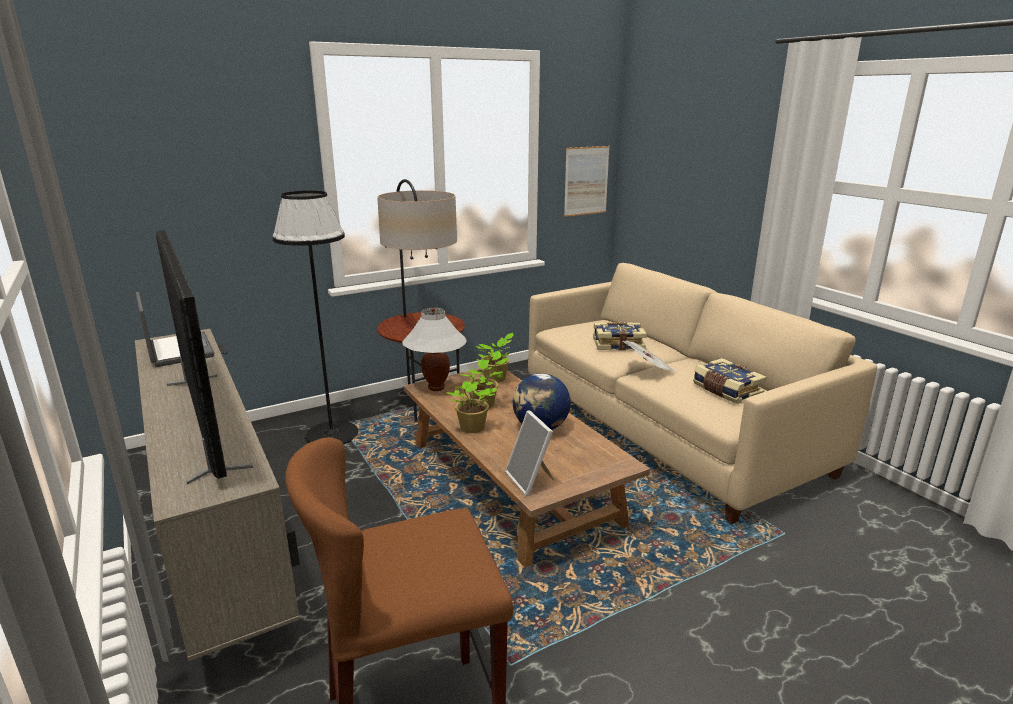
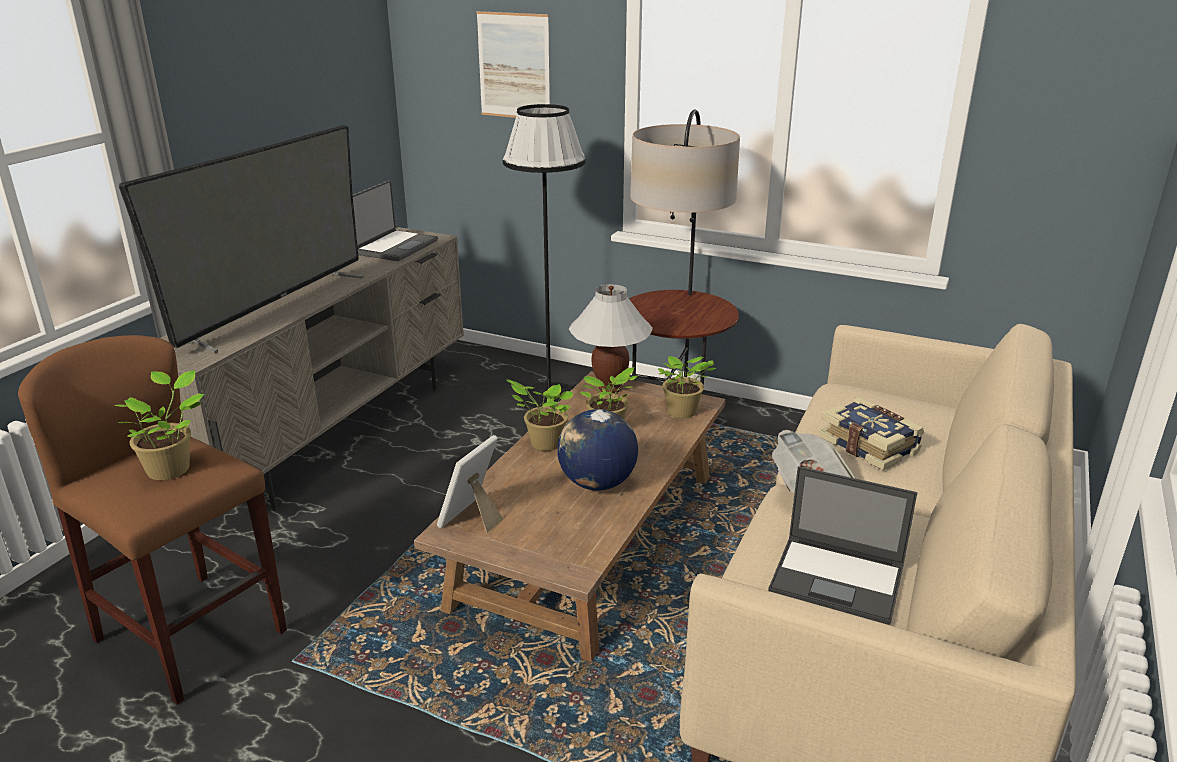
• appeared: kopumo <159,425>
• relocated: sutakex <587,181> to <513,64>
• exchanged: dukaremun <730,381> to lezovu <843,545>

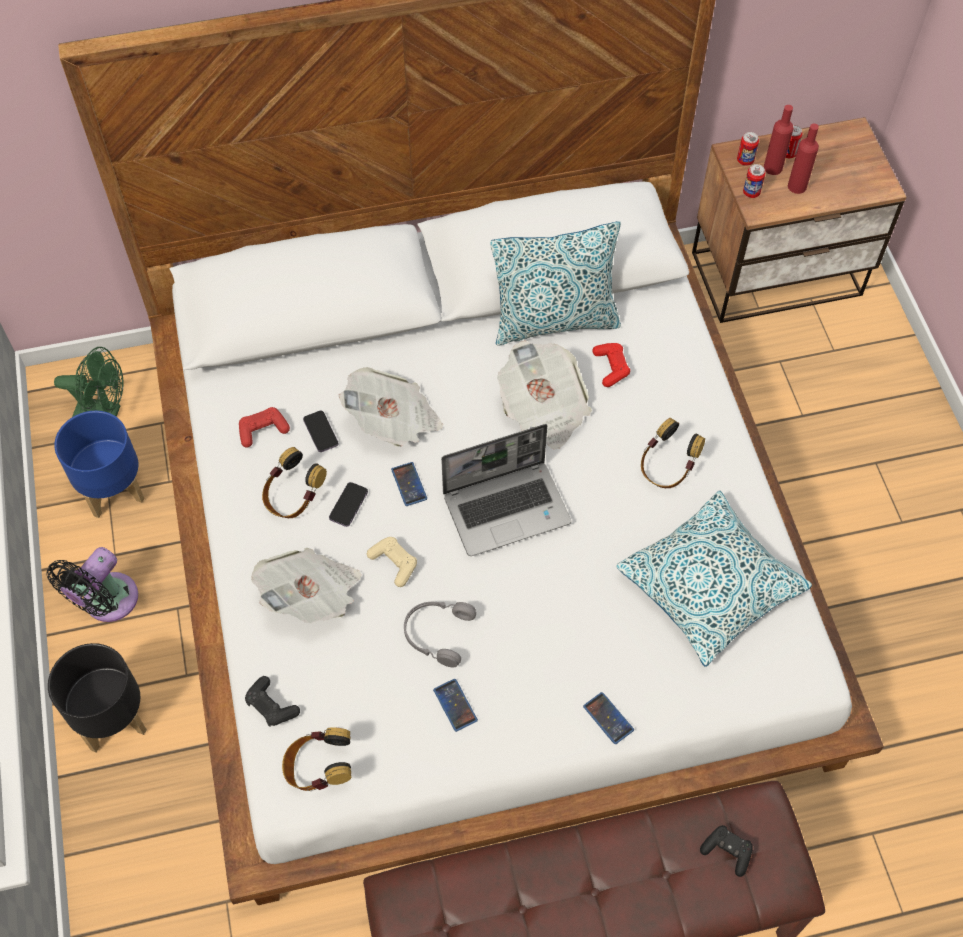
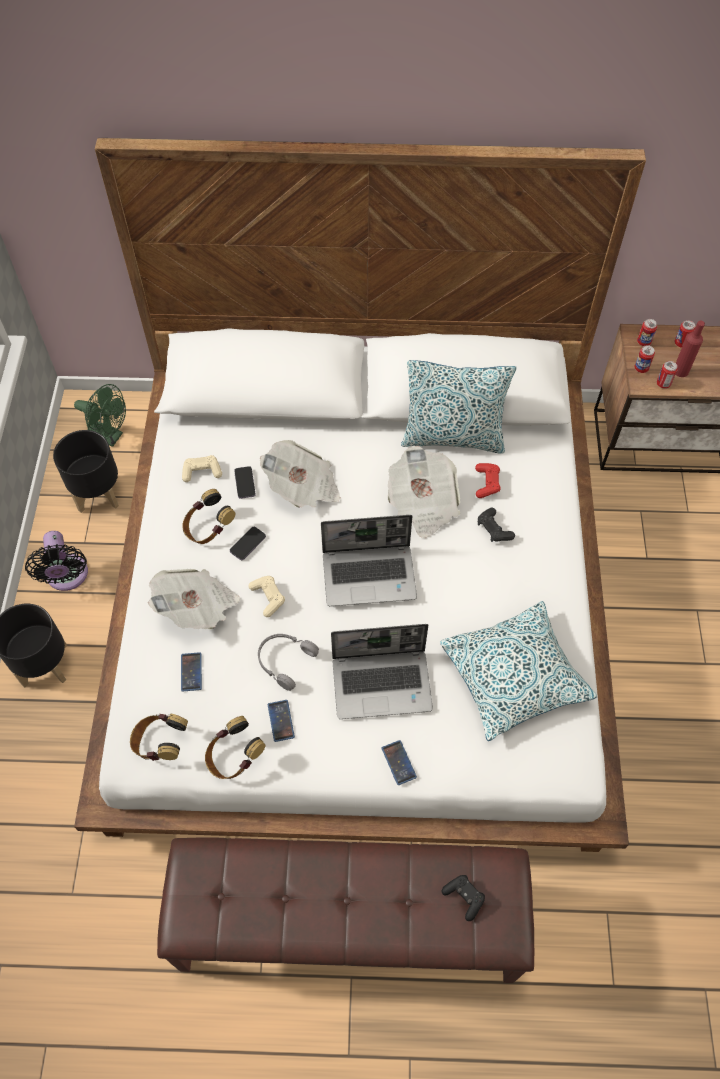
• spun: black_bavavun <92,584> = <56,561> 60 degrees counterclockwise
• colour: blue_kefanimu <99,464> to black_kefanimu <86,471>
• relocated: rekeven <409,484> to <191,672>
• colour: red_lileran <264,427> to beige_lileran <202,468>
• relocated: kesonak <673,453> to <235,747>
• appeared: lezovu <382,671>
• relocated: black_lileran <272,701> to <496,525>
• appeared: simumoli <667,375>
• missing: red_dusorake <779,140>

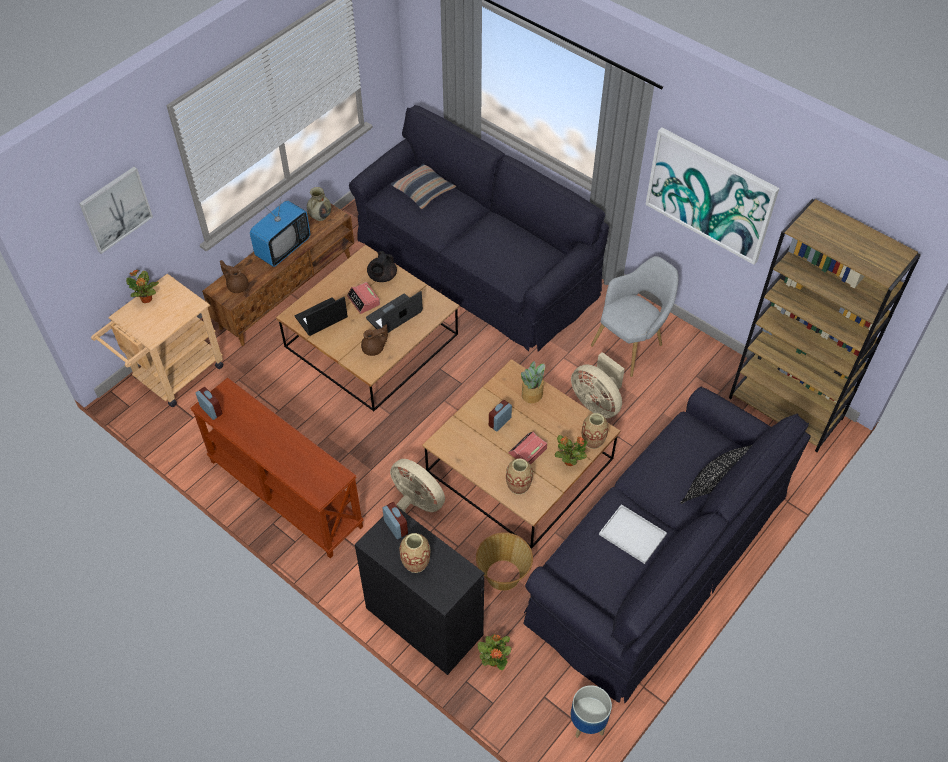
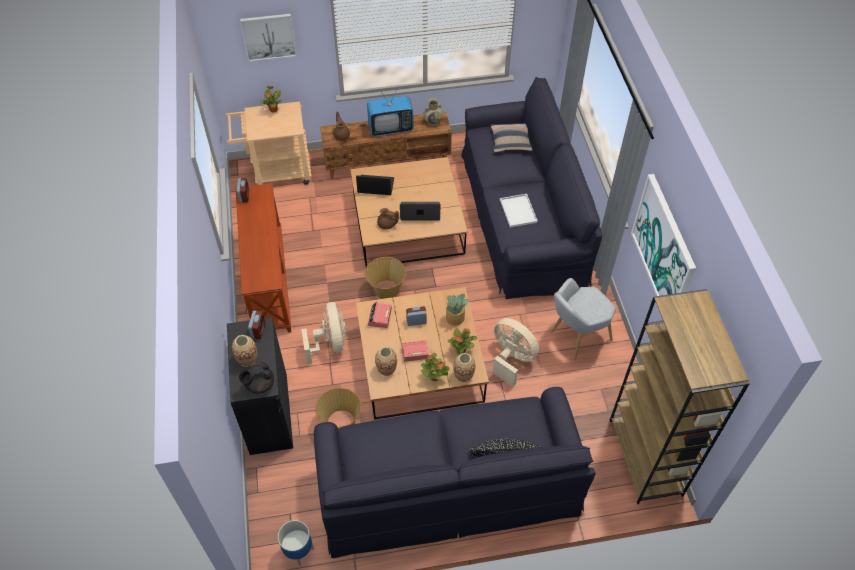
• relocated: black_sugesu <382,266> to <256,378>
• appeared: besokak <385,278>
• relocated: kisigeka <363,298> to <380,314>
• relocated: kopumo <495,652> to <462,341>
• spun: beige_bavavun <598,385> = <516,352> 135 degrees clockwise
• relocated: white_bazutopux <633,534> to <519,211>
• spun: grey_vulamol <634,316> = <583,319> 150 degrees clockwise

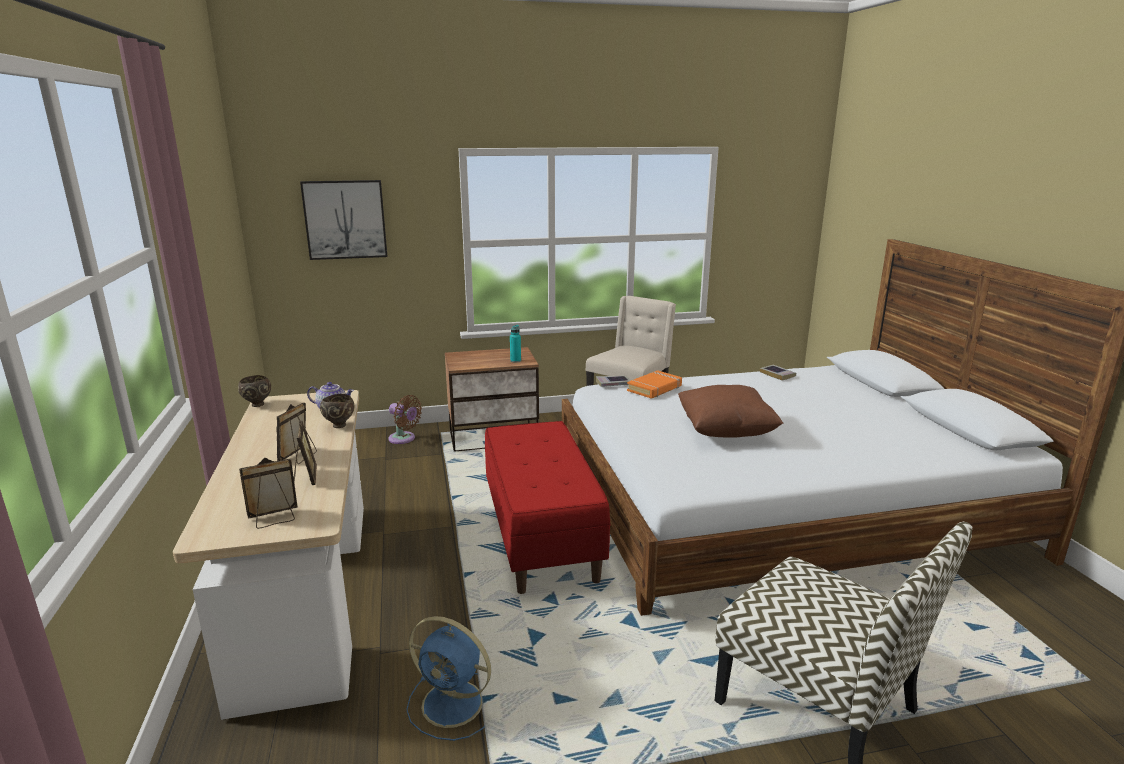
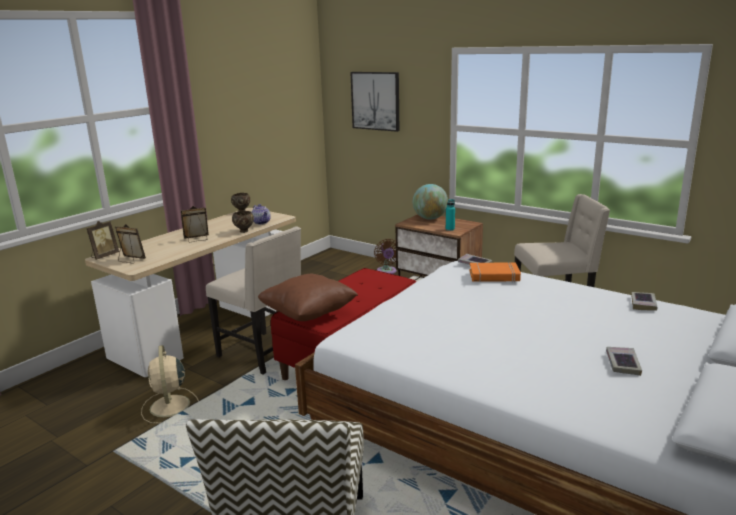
• relocated: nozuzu <305,453> to <103,240>
• colour: blue_bavavun <448,678> to beige_bavavun <170,384>
• appeared: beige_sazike <253,300>
• relocated: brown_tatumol <731,411> to <308,297>
• appeared: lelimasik <430,202>
• appeared: dukaremun <624,361>

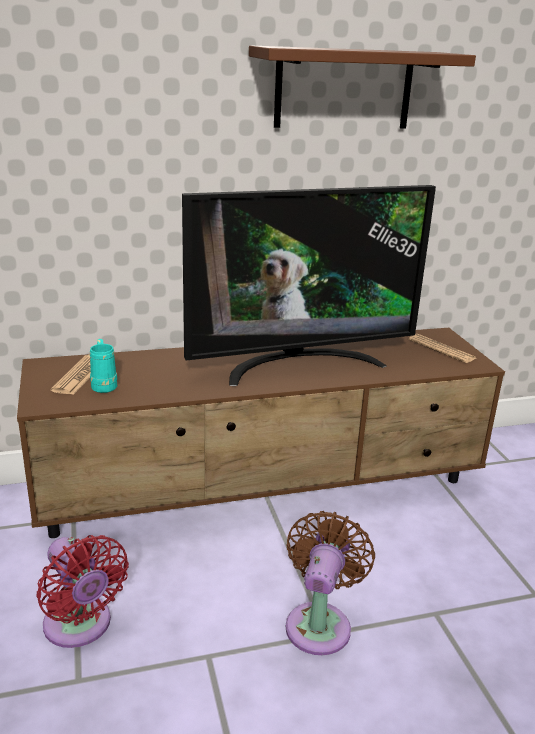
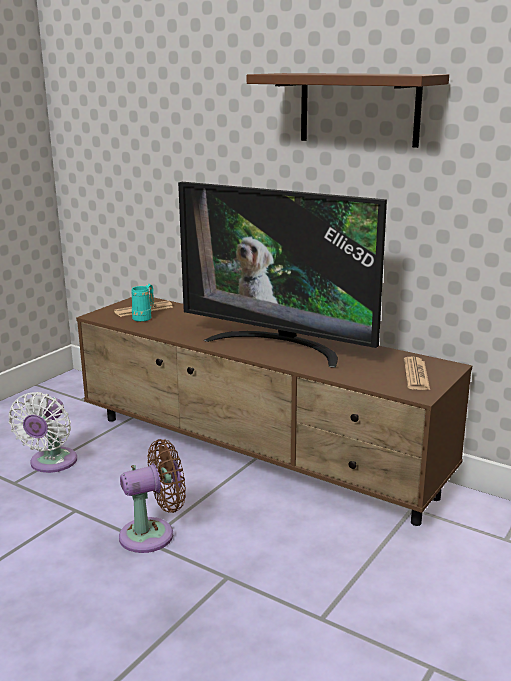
• colour: red_bavavun <83,591> to white_bavavun <42,432>

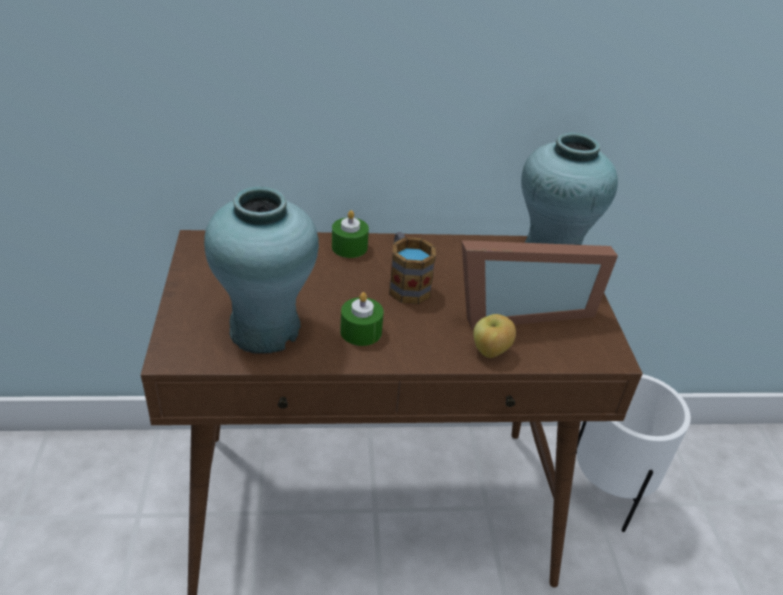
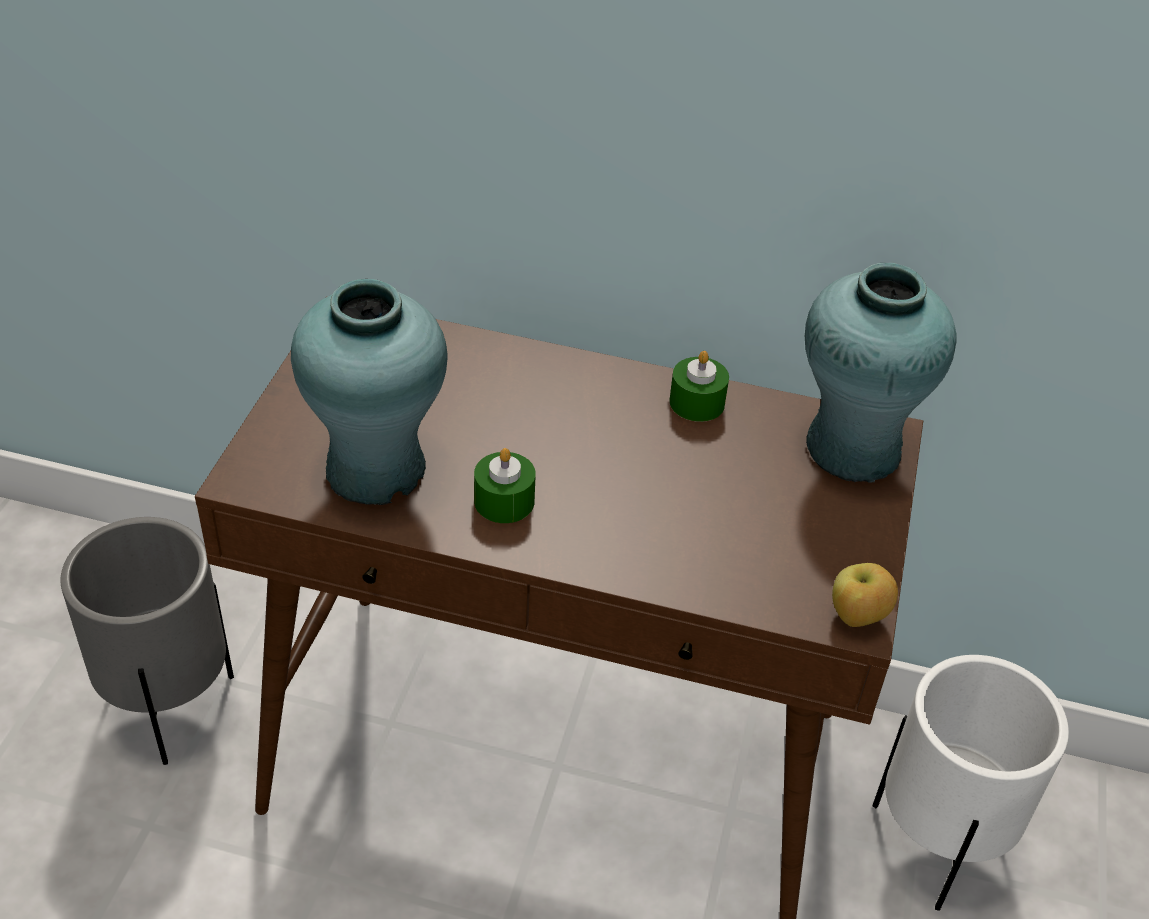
• appeared: grey_kefanimu <147,641>
• relocated: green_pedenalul <350,234> to <699,386>
• relocated: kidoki <494,336> to <865,595>
• missing: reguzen <412,268>
• missing: nozuzu <539,284>

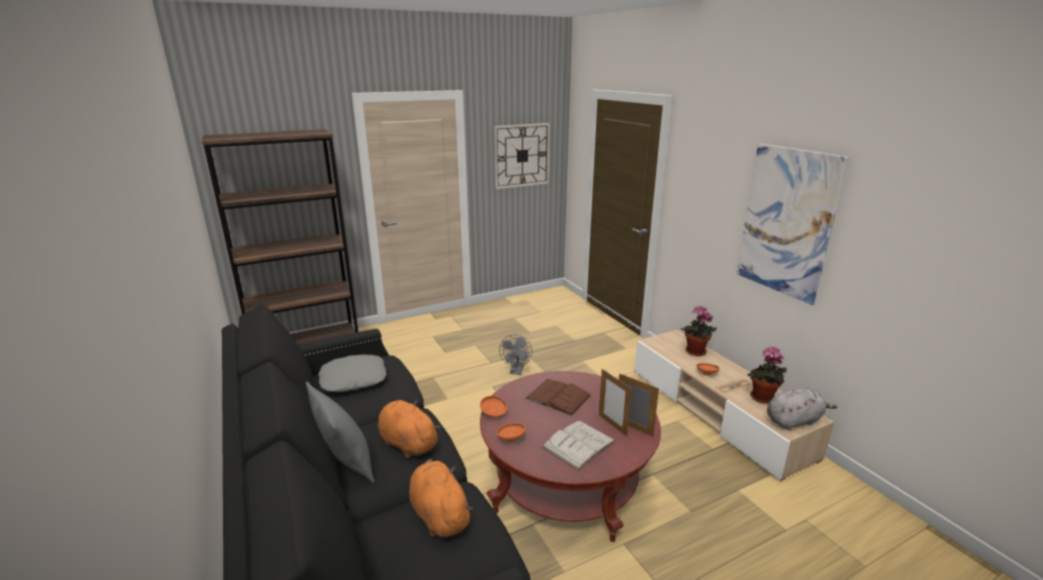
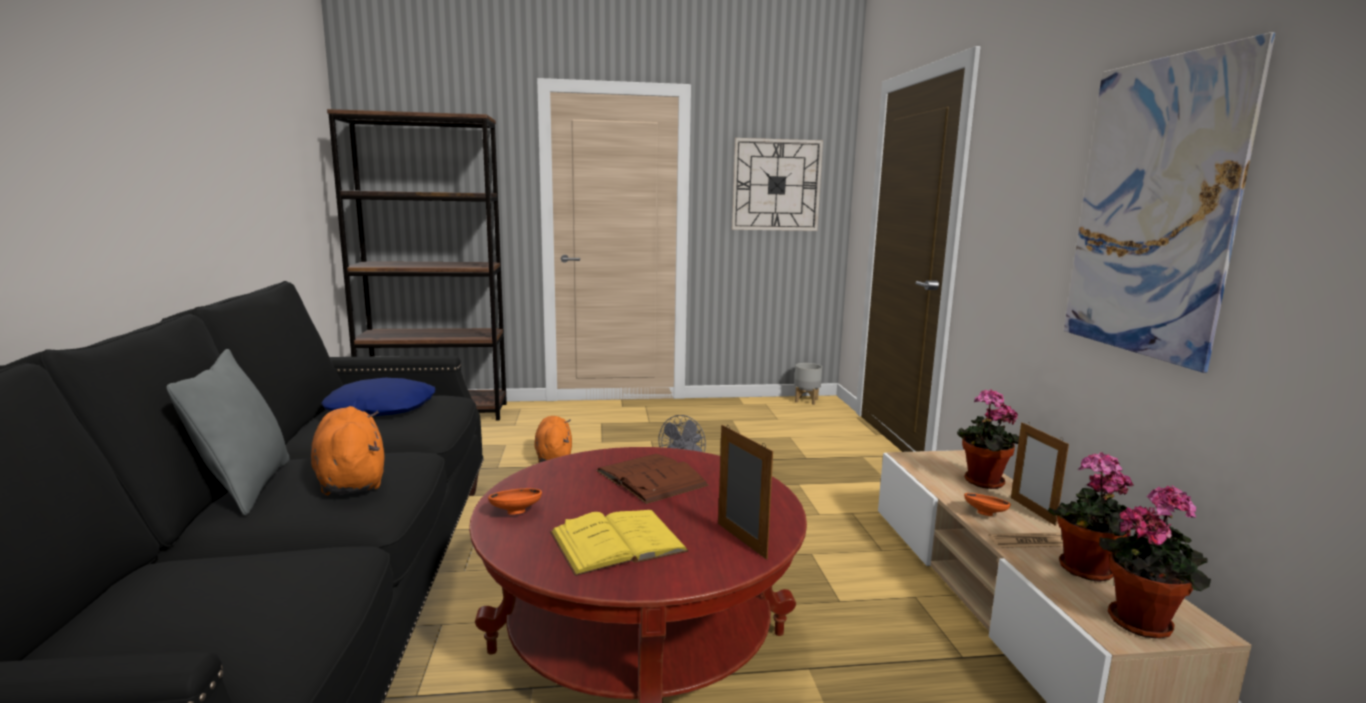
• colour: grey_tatumol <352,373> to blue_tatumol <378,396>
• relocated: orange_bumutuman <441,498> to <553,439>
• colour: white_dukaremun <579,445> to yellow_dukaremun <619,543>
• appeared: grey_kefanimu <808,384>
• relocated: nozuzu <615,403> to <1040,474>
• exchanged: grey_bumutuman <802,408> to kopumo <1155,561>
• missing: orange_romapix <493,406>

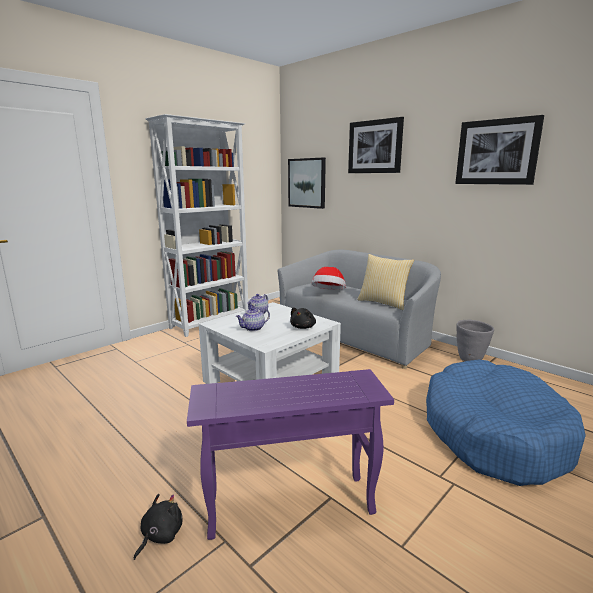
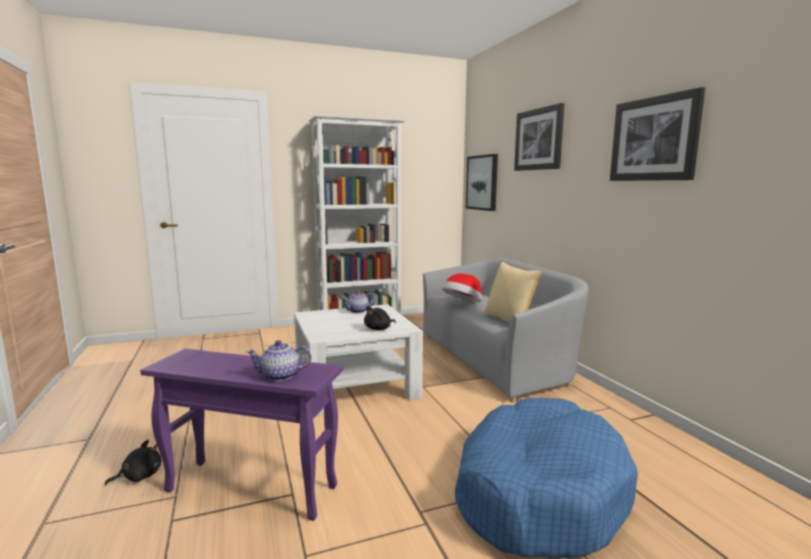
• relocated: sugesu <252,319> to <279,360>
• missing: grey_kefanimu <475,340>

